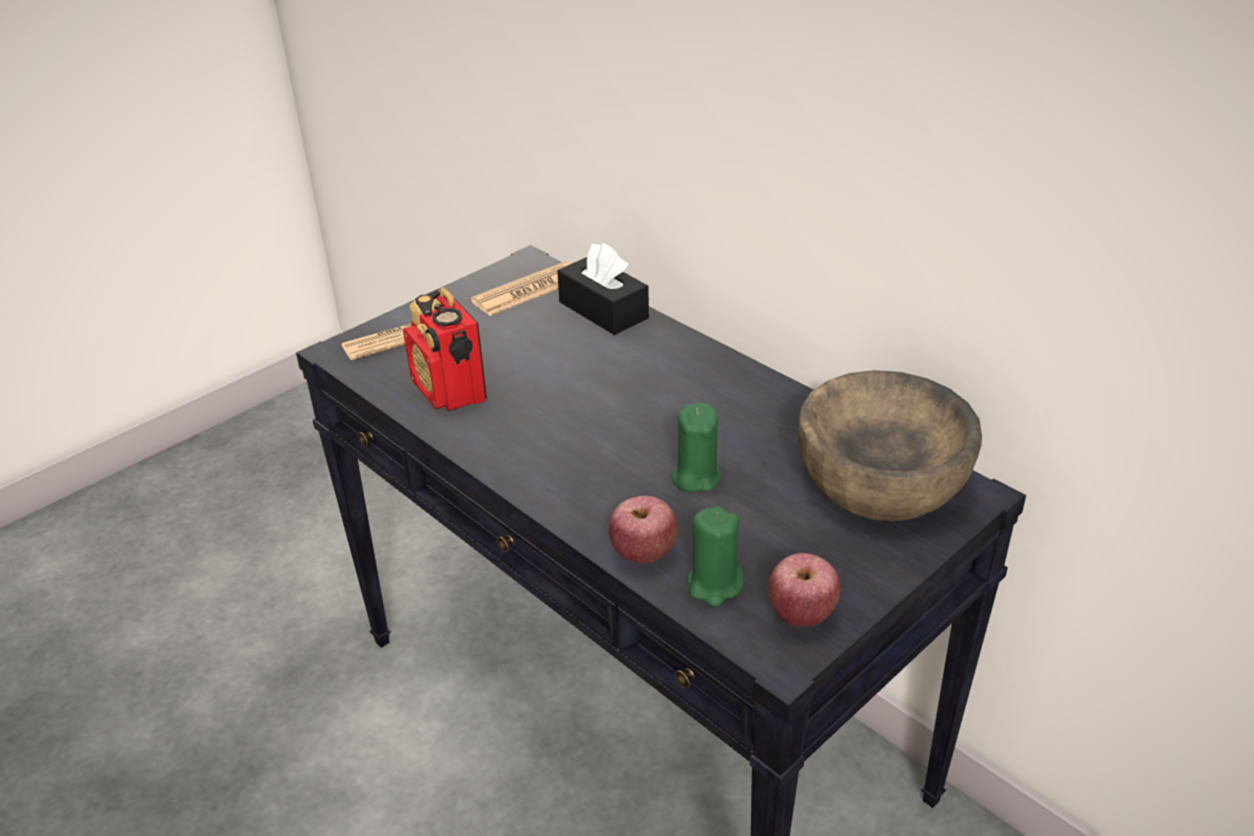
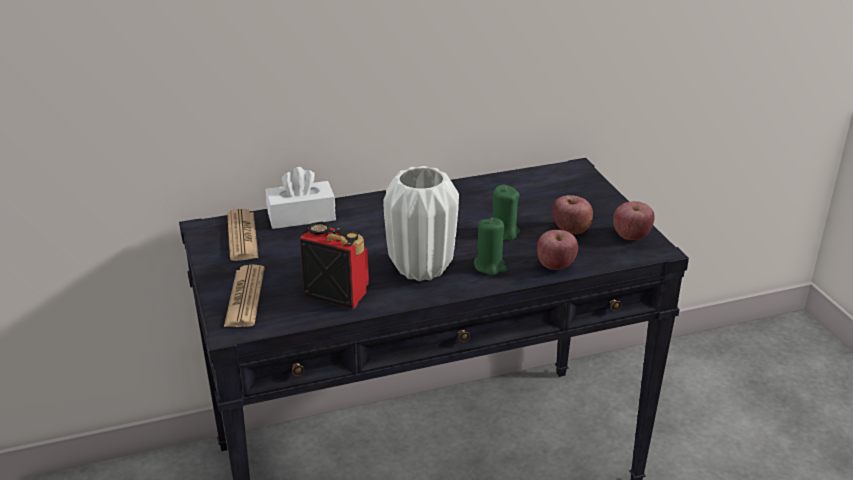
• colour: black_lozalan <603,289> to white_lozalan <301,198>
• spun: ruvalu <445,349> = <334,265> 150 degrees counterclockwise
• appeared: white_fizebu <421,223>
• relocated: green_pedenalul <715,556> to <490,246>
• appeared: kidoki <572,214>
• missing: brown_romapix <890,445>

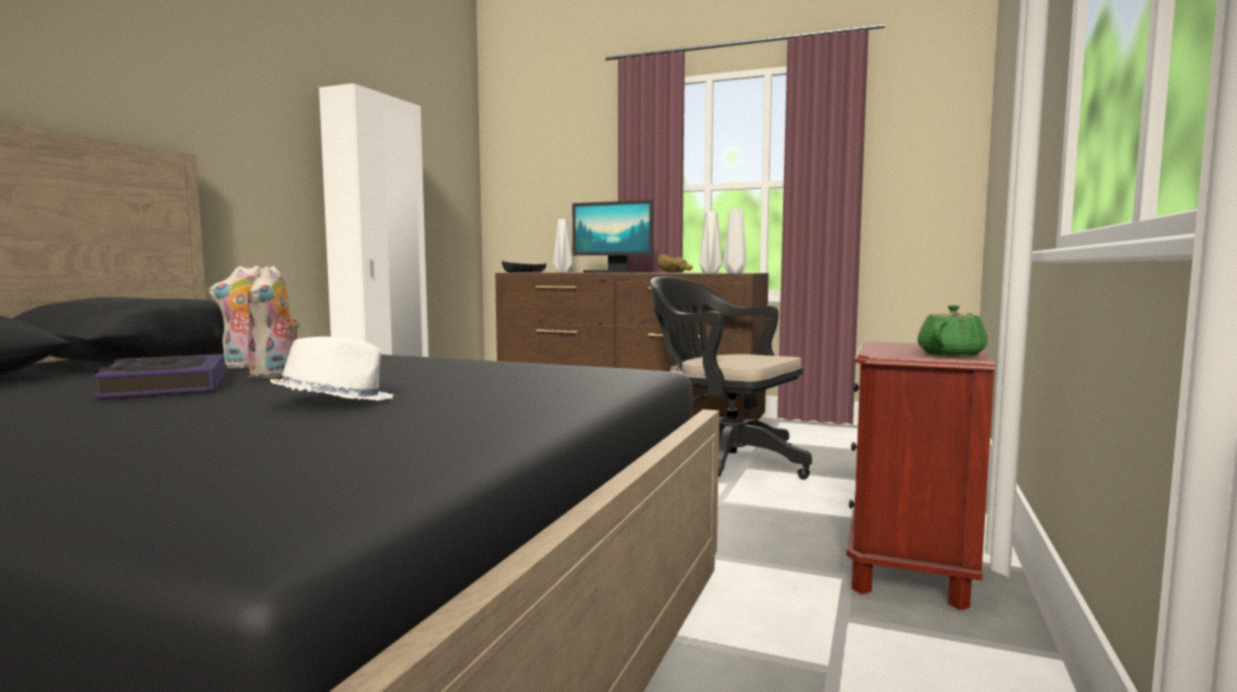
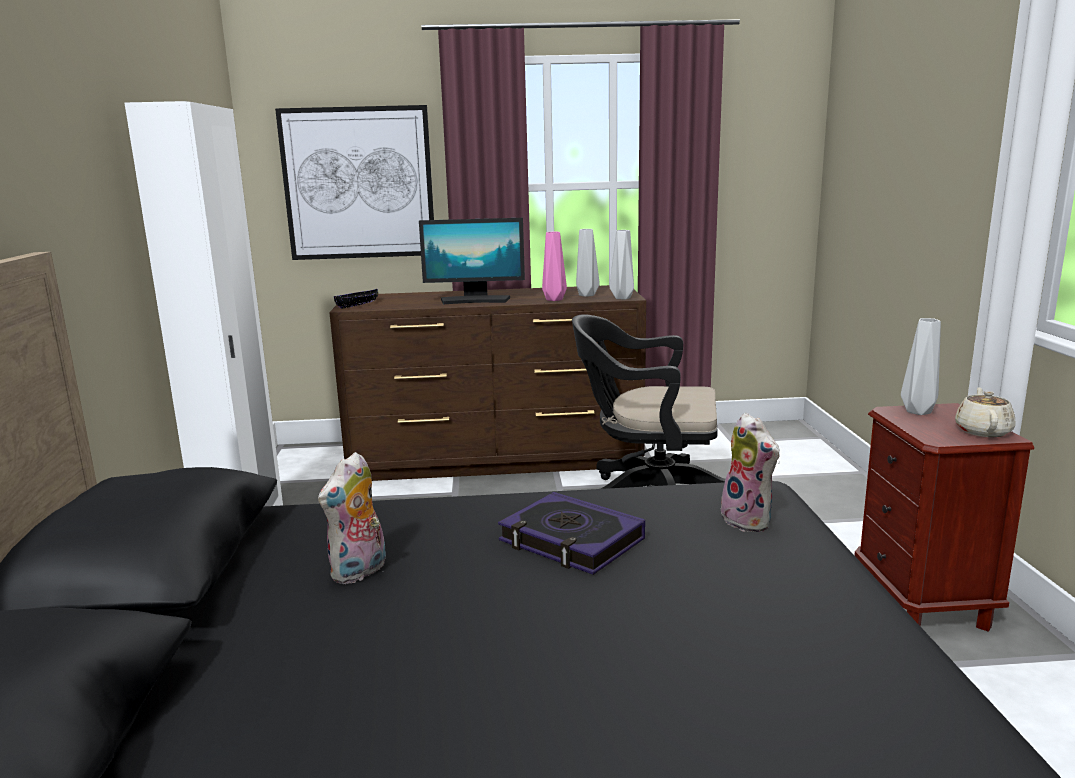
• appeared: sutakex <354,182>
• relocated: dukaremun <159,376> to <571,533>
• exchanged: brown_romapix <675,263> to pink_fizebu <554,266>
• relocated: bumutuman <274,322> to <749,472>
• relocated: grey_fizebu <562,245> to <921,366>
• colour: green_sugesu <952,331> to beige_sugesu <985,412>
• missing: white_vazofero <332,368>

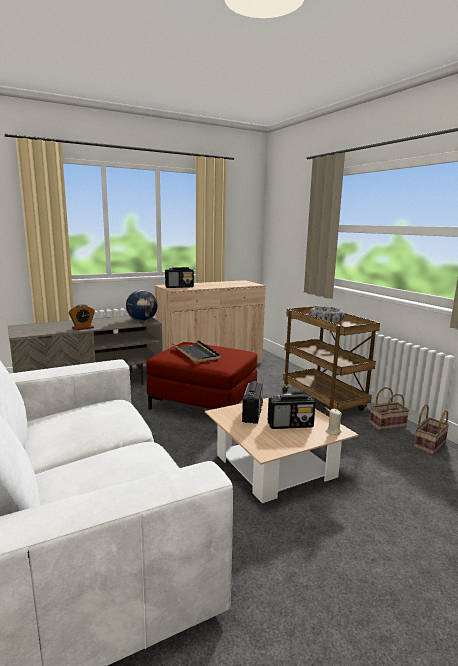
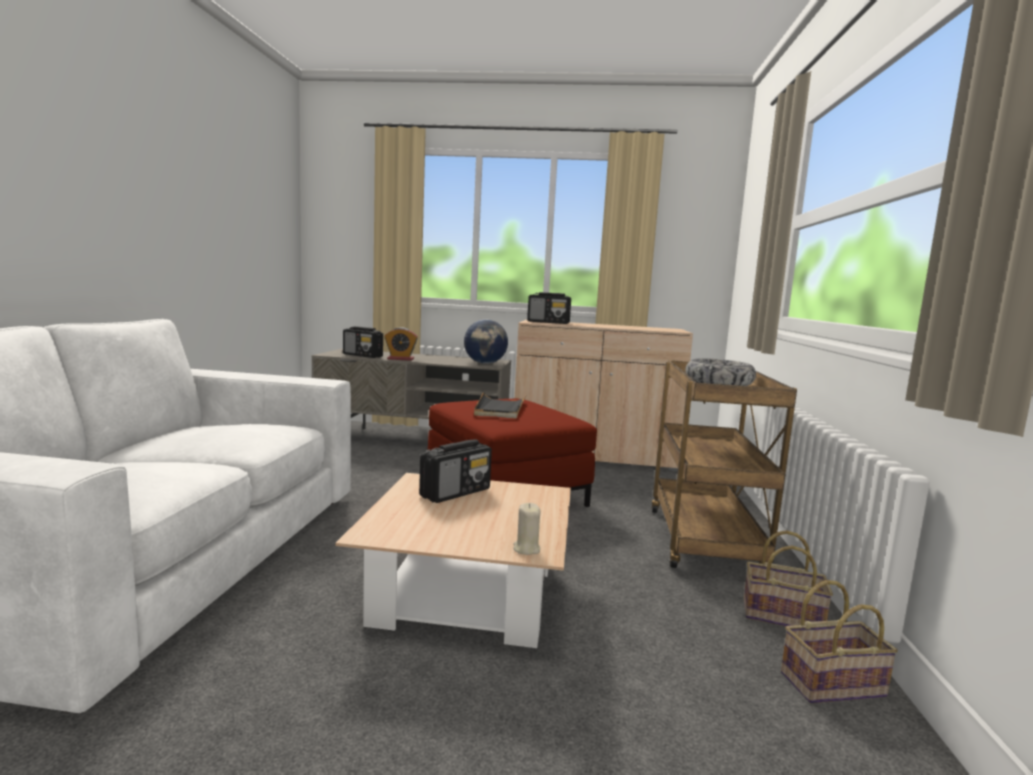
• relocated: ruvalu <292,411> to <363,342>

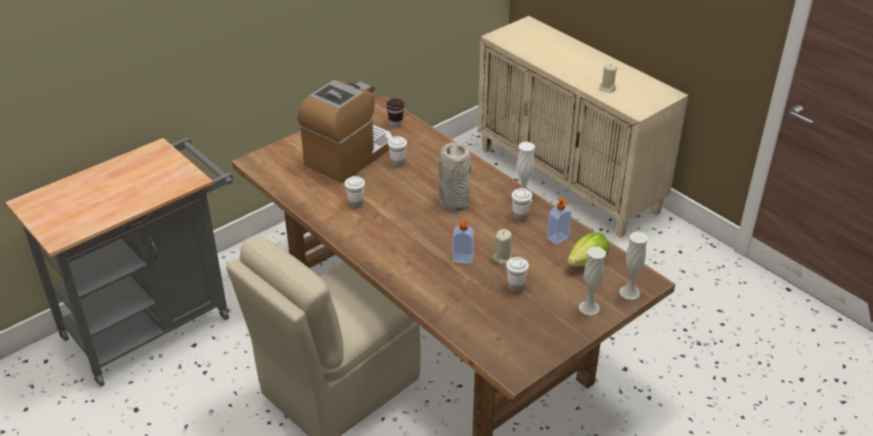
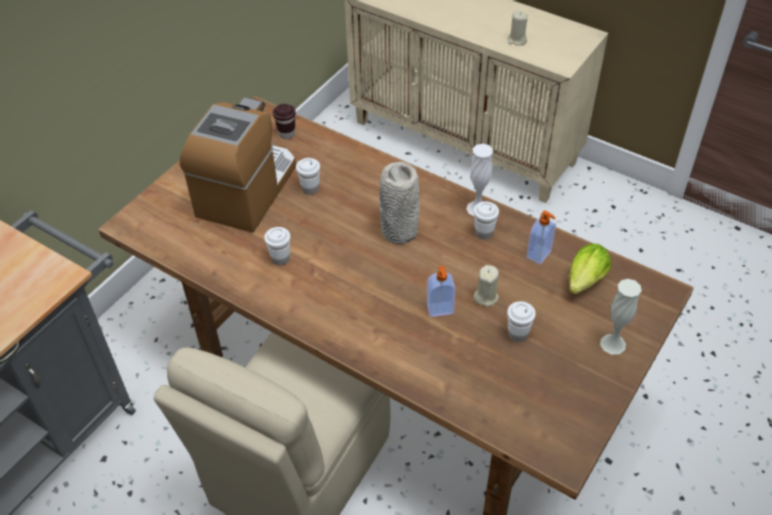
• missing: white_fizebu <633,266>

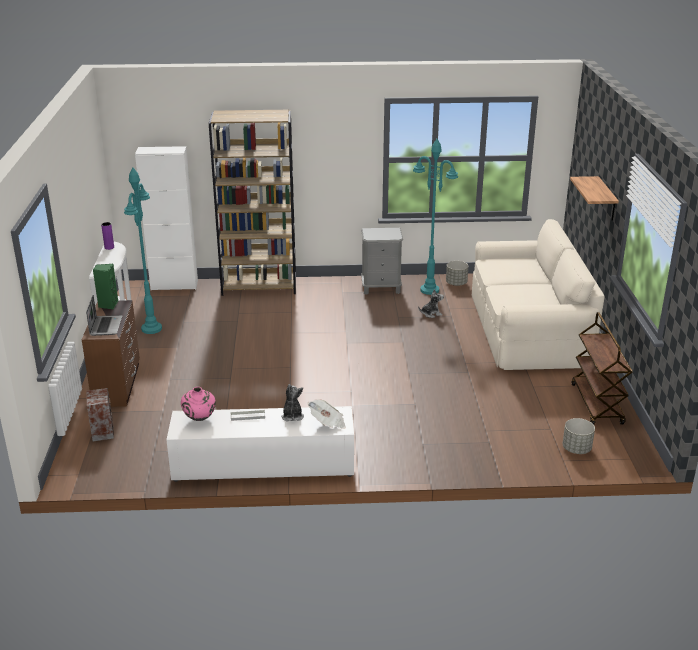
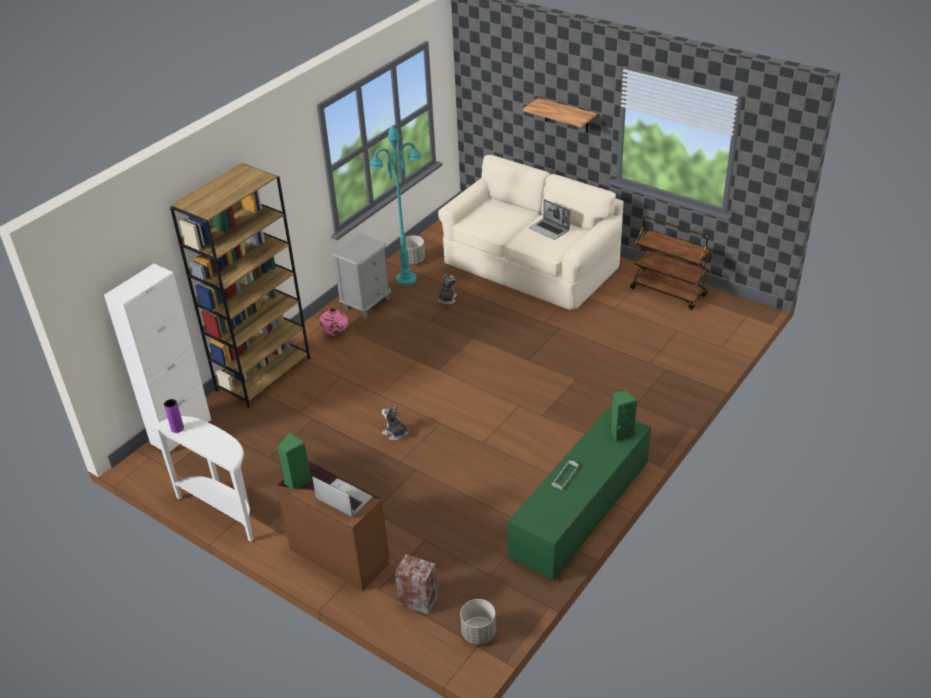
• relocated: pink_fizebu <198,404> to <333,321>
• relocated: bumutuman <292,403> to <395,422>
• relocated: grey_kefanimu <579,436> to <478,622>
• colour: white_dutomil <260,444> to green_dutomil <579,494>
• appeared: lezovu <549,219>
• exchanged: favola <327,414> to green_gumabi <623,415>
• missing: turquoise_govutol <143,251>

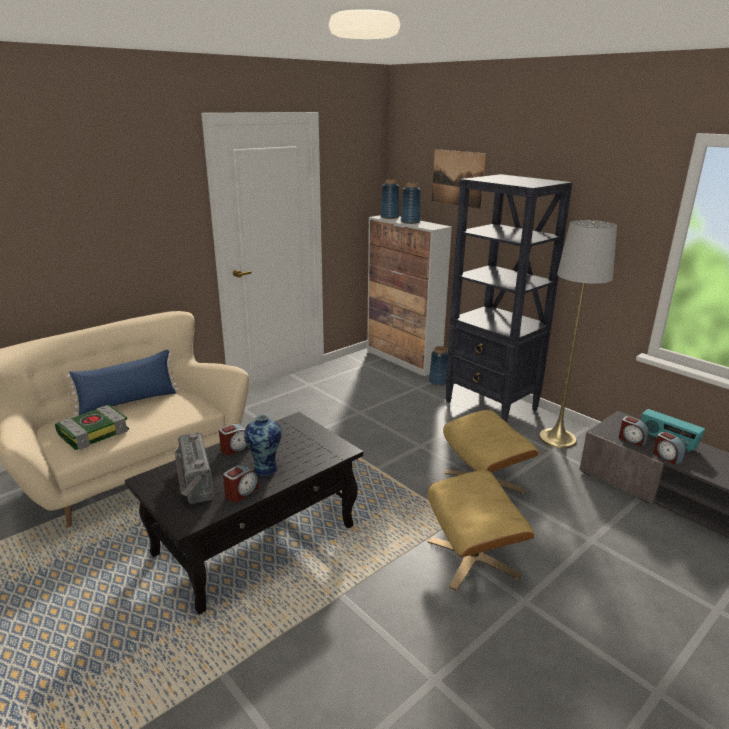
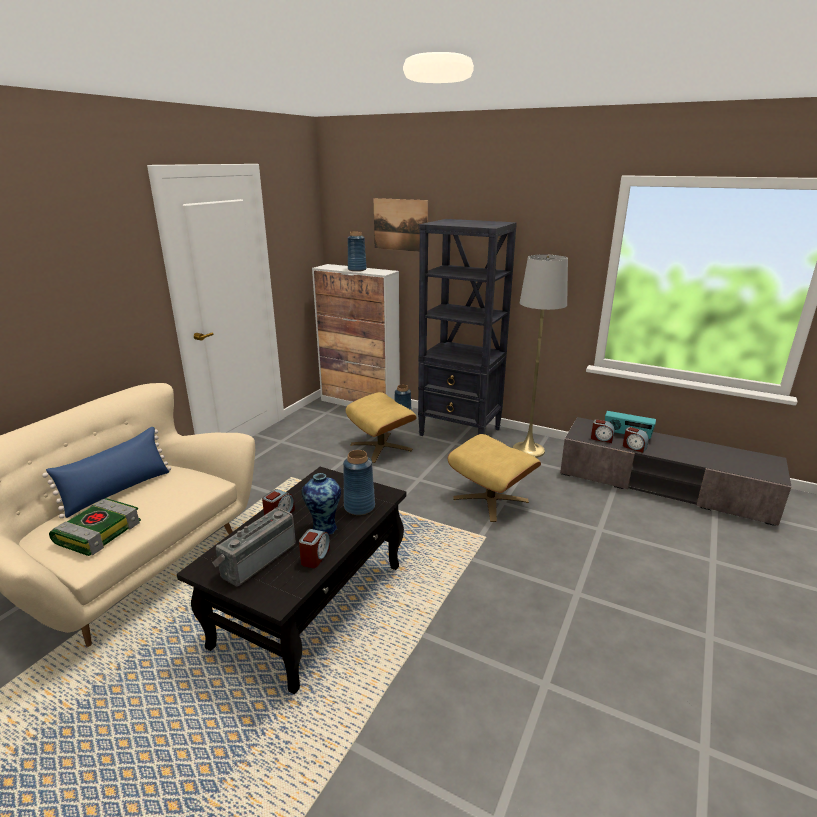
• spun: ruvalu <194,468> = <254,546> 75 degrees clockwise
• relocated: blue_fizebu <390,199> to <359,482>
• relocated: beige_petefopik <481,530> to <381,427>

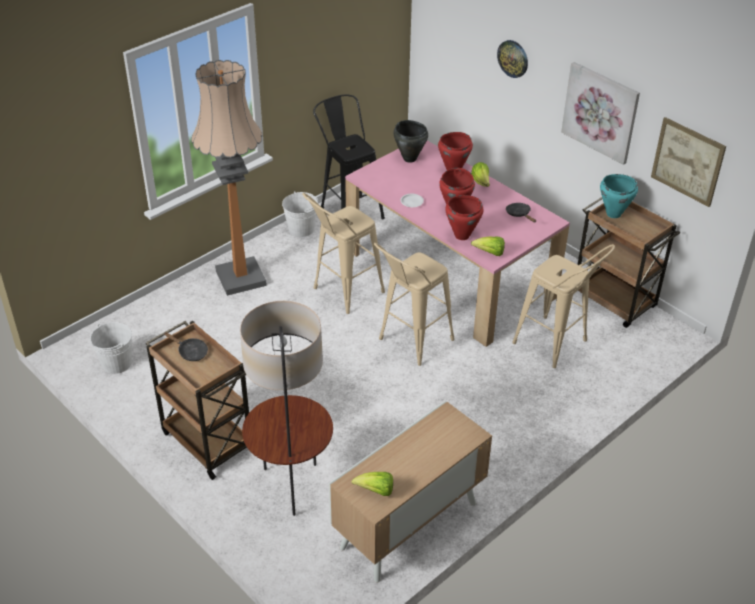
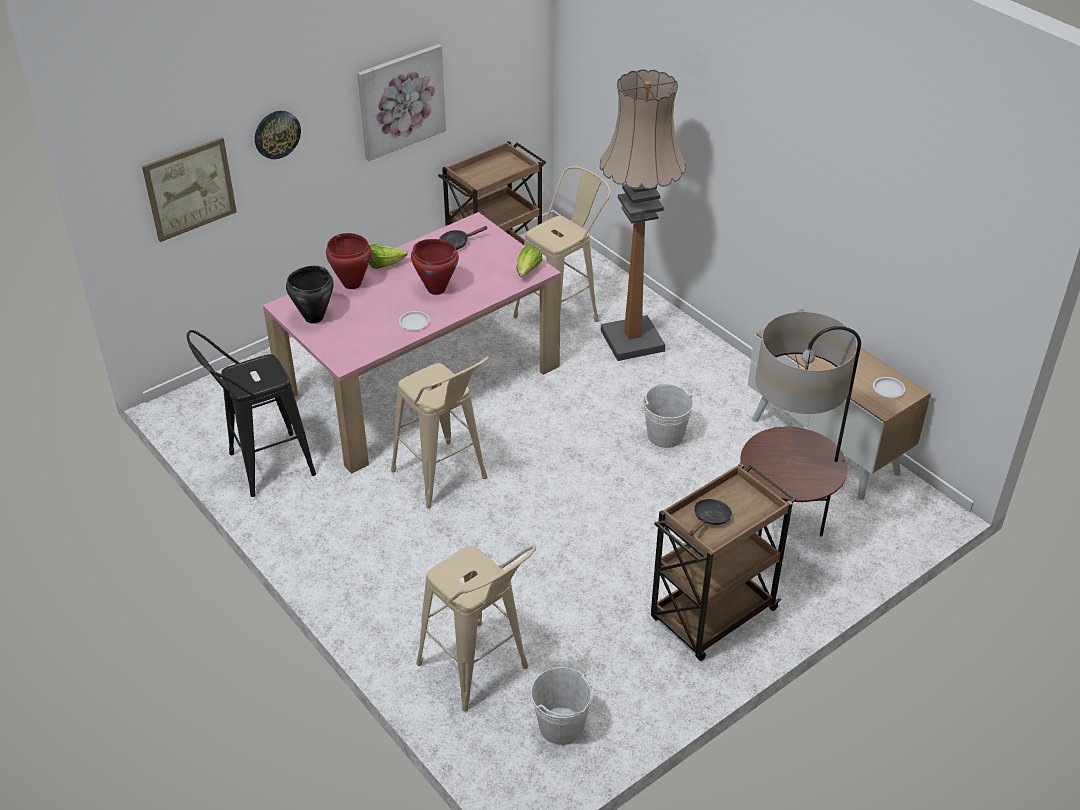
• relocated: sutakex <688,162> to <189,189>
• relocated: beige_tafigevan <414,304> to <476,628>
• relocated: govutol <229,178> to <643,215>
• relocated: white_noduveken <300,214> to <668,416>
• exchanged: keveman <372,484> to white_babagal <889,387>
• missing: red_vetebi <464,217>
• missing: turquoise_vetebi <619,196>

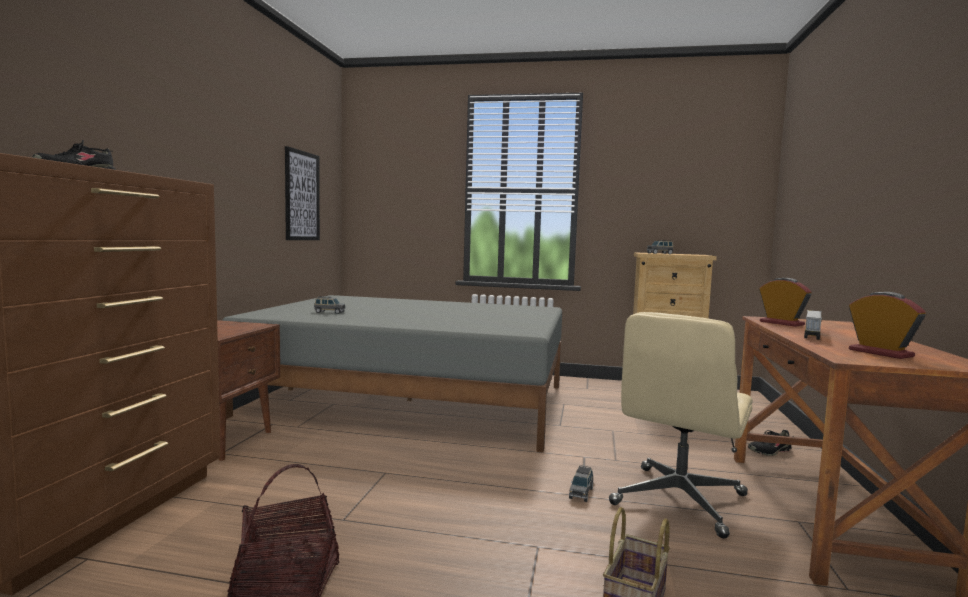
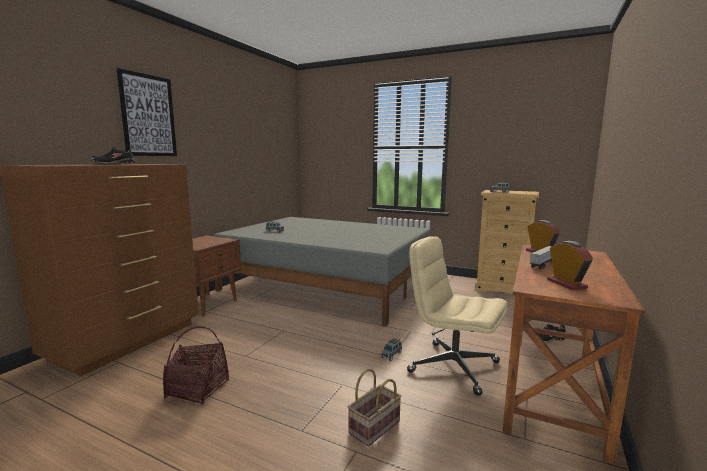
• relocated: sutakex <302,193> to <147,112>
• spun: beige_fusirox <681,425> = <457,316> 75 degrees clockwise

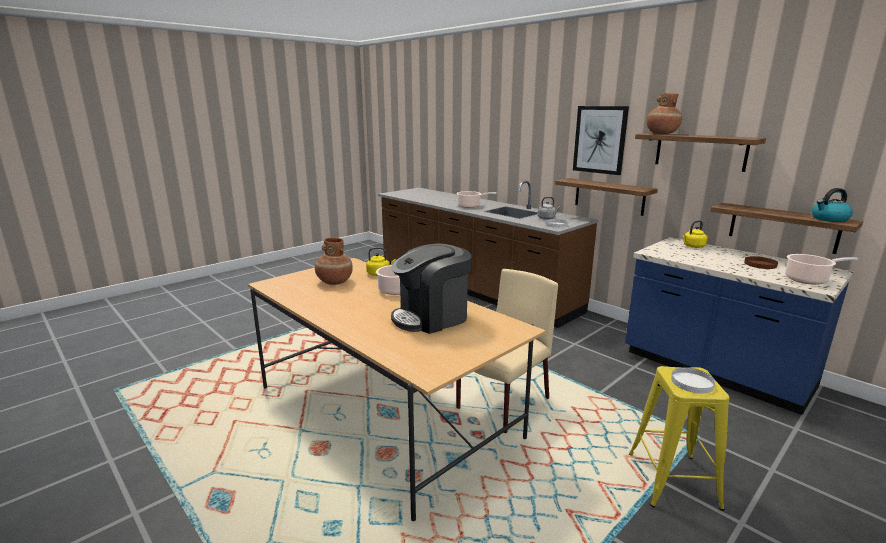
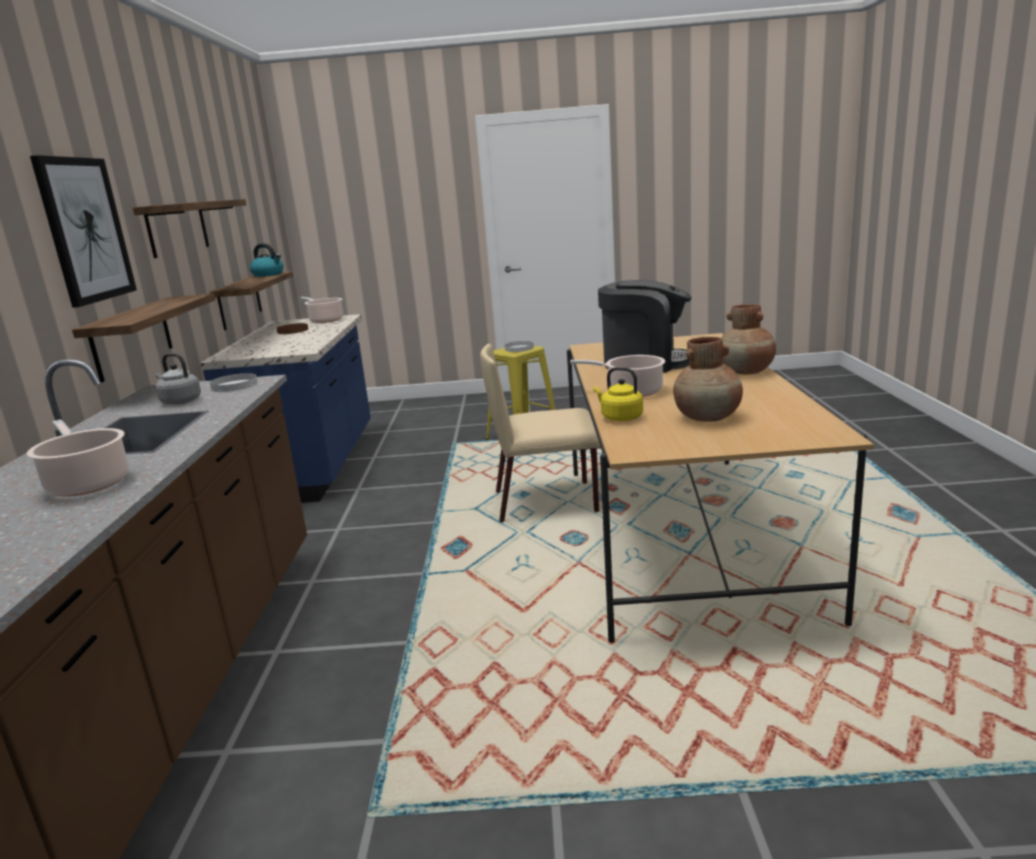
• relocated: brown_fizebu <664,113> to <748,339>
• missing: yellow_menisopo <695,234>

